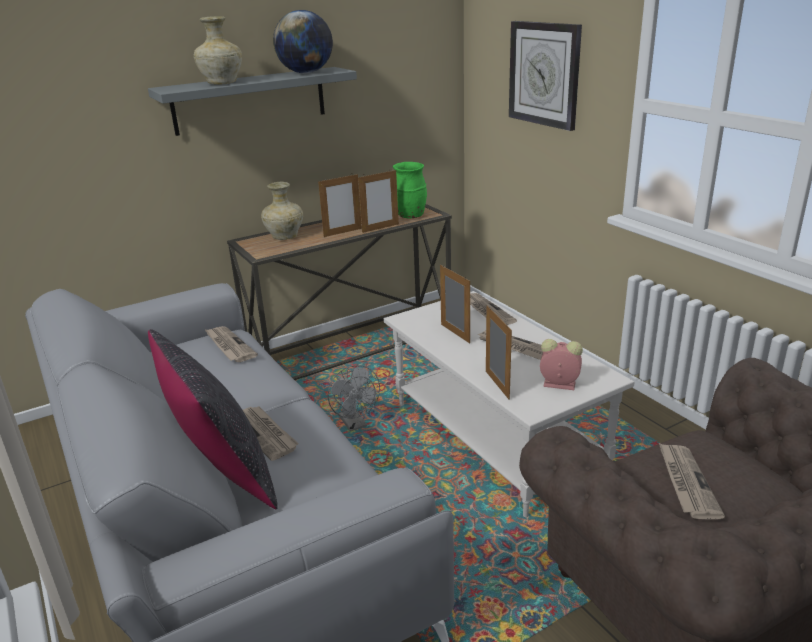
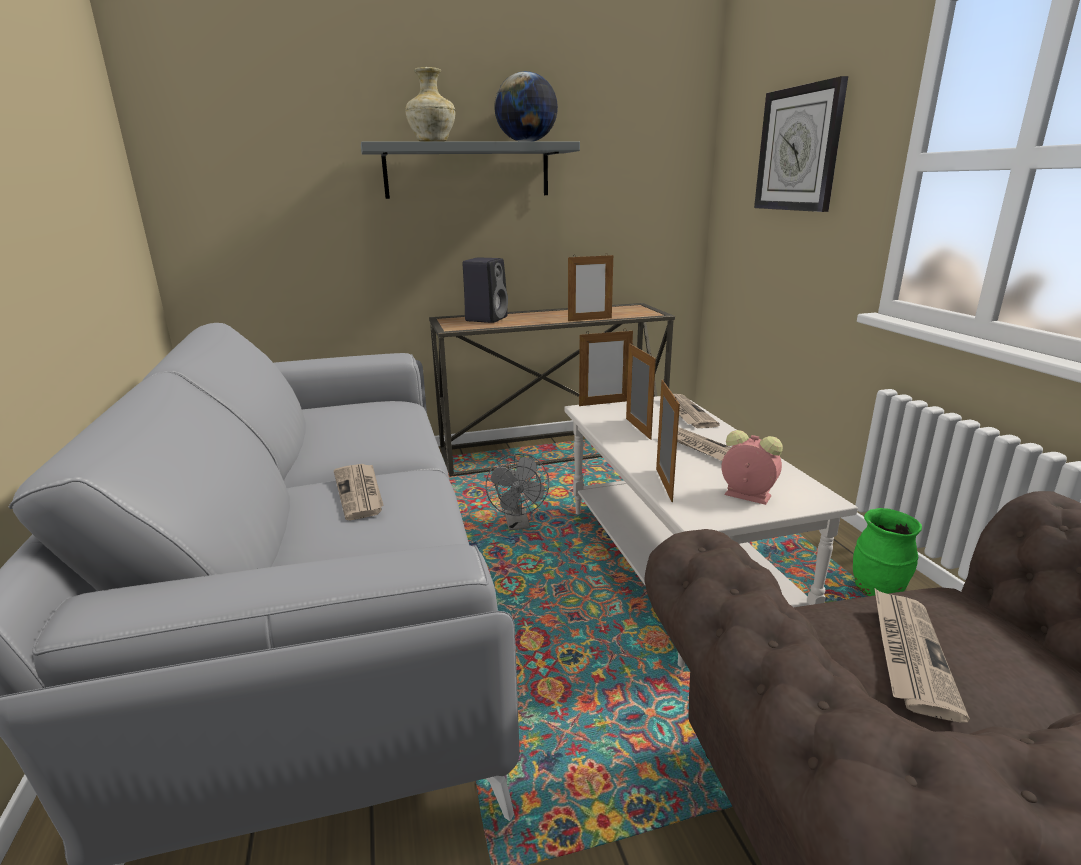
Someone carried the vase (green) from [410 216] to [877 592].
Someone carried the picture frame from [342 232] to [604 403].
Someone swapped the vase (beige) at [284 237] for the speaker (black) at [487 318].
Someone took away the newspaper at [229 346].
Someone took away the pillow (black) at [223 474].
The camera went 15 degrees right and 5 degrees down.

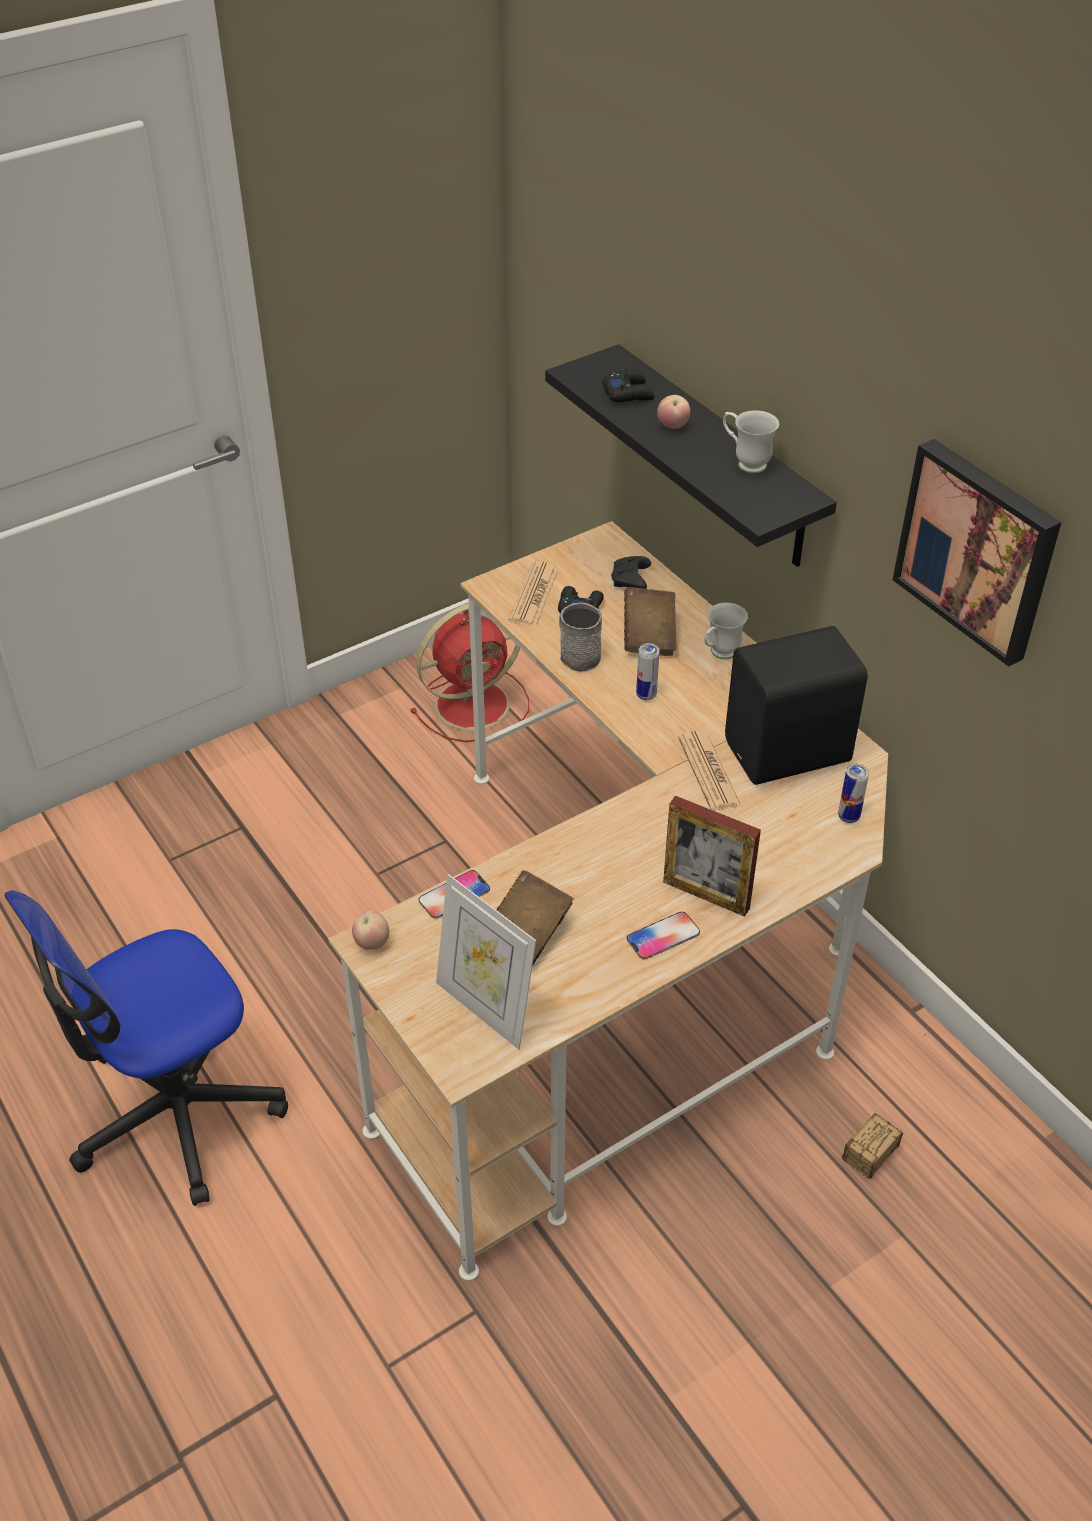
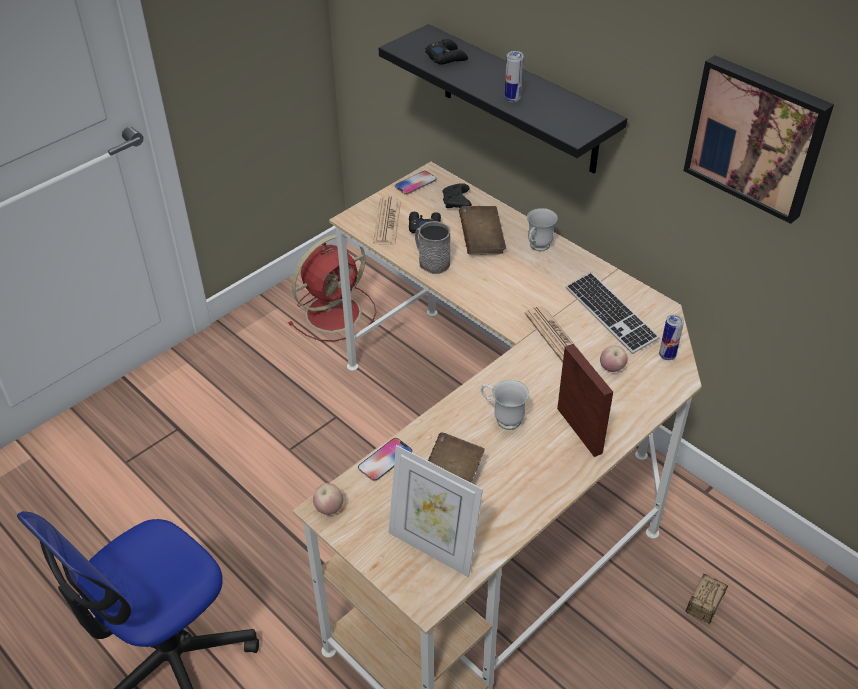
Someone carried the apple from [672 426] to [612 368].
Someone carried the mug (white) from [745 463] to [502 419].
Someone swapped the speaker (black) at [790 753] for the keyboard at [610 314].
Someone carried the can from [646 695] to [512 99].
Someone rotated the picture frame at [706 895] by 135 degrees counterclockwise.
Someone carried the phone from [663 936] to [415 183].
The camera went 10 degrees left and 0 degrees up.

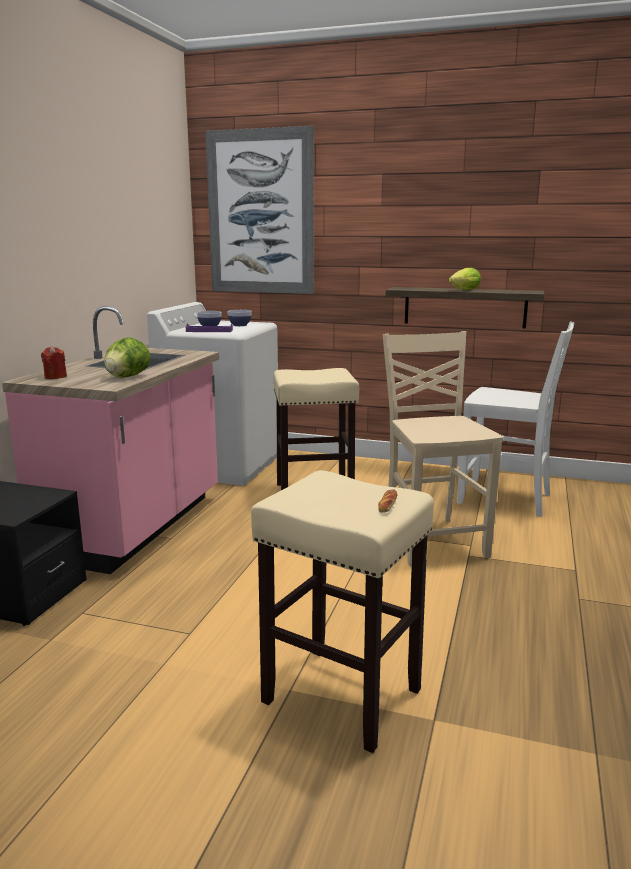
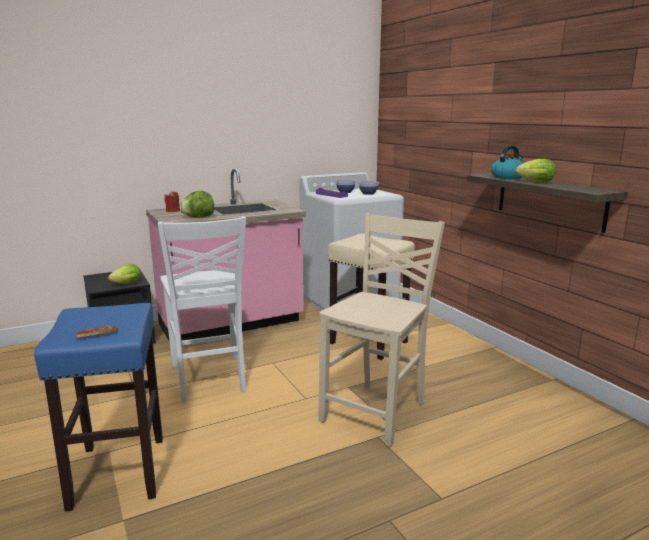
Someone took away the picture at [260 213].
Someone carried the chair (white) from [506 499] to [209 379].
Someone repainted the stool (beige) at [339 695], which became the stool (blue) at [118 470].
Someone put down the kettle at [507 177].
Someone put down the lettuce at [125 284].
The camera went 45 degrees right and 0 degrees up.

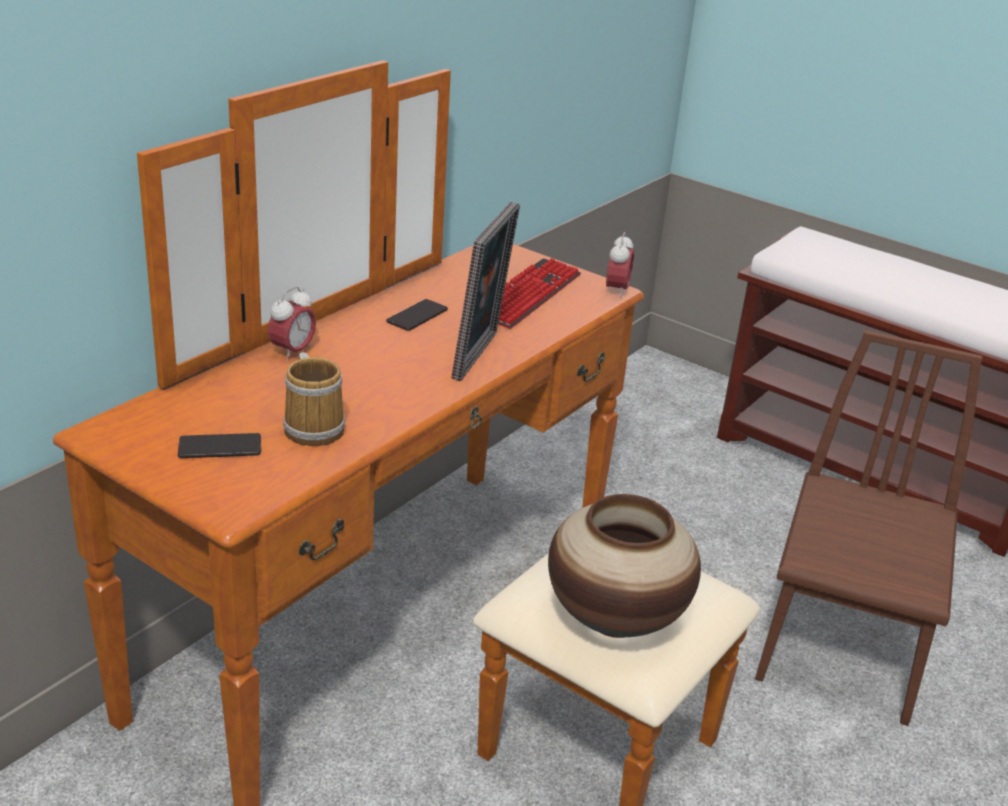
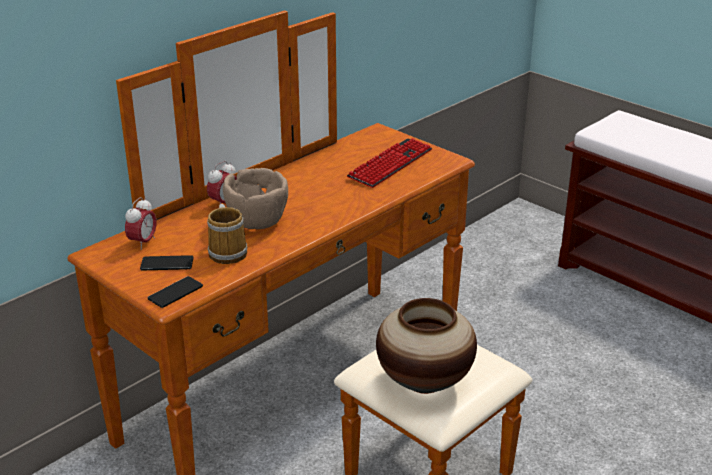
Someone took away the picture frame at [481 357].
Someone carried the alarm clock from [616 290] to [143 242].
Someone carried the phone from [417 316] to [175 293].
Someone took away the chair (brown) at [841 645].
Someone put down the bowl (brown) at [257 222].
The camera went 10 degrees right and 0 degrees up.

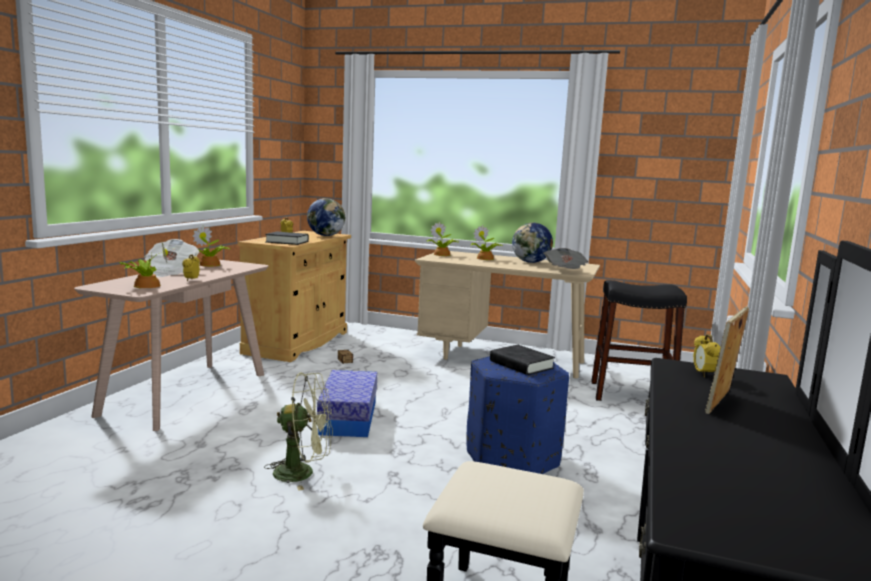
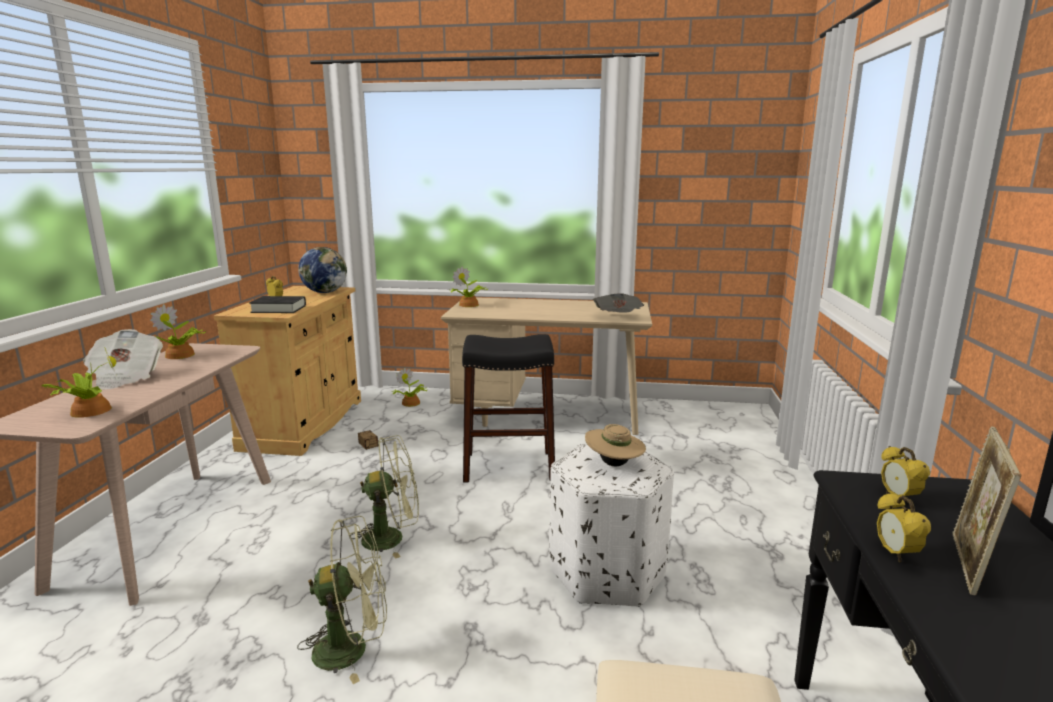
Someone took away the globe at [531 262].
Someone carried the potted plant from [485 258] to [410 403].
Someone carried the alarm clock from [191 280] to [896 554].
Someone carried the stool (black) from [631 394] to [508 466].
Someone swapped the book (black) at [521 365] for the hat (beige) at [614 464].
Someone repainted the ottoman (blue) at [513 459], which became the ottoman (white) at [608 573].
Someone swapped the storage box at [348 418] for the fan (green) at [392 537].
The camera went 10 degrees left and 5 degrees up.

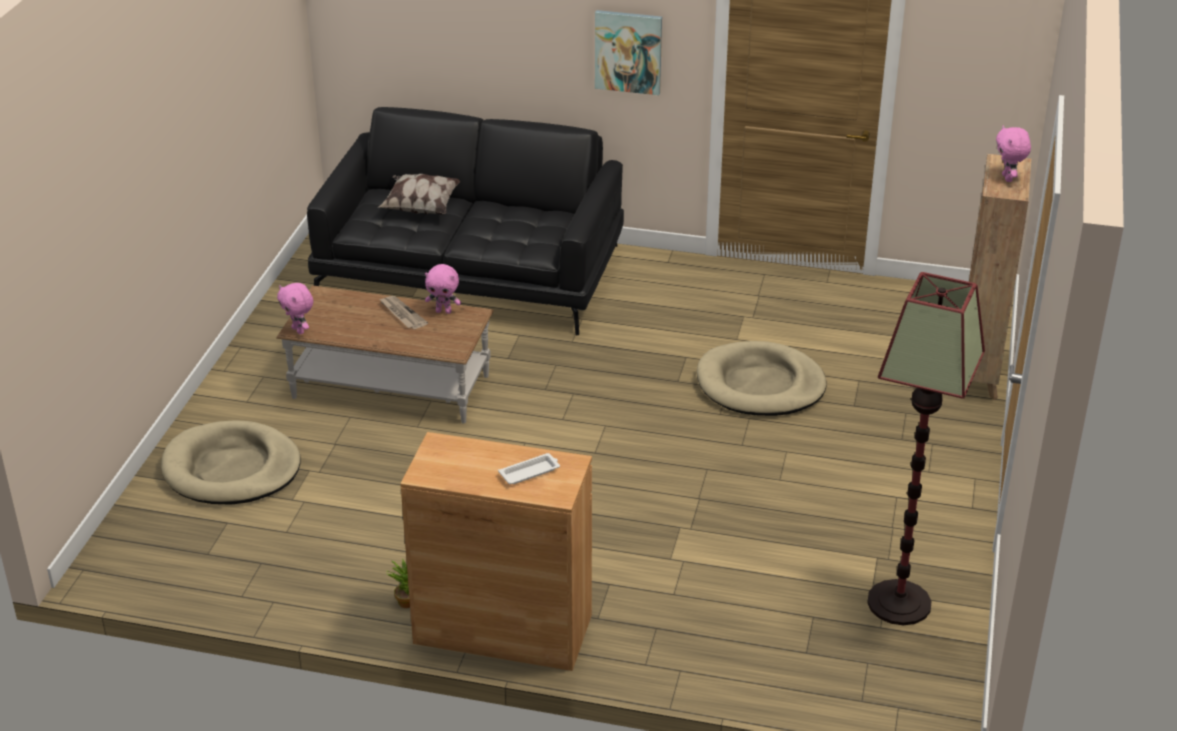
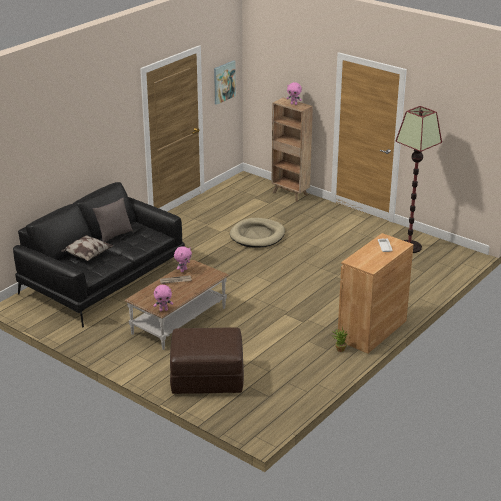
Someone carried the picture from [628 51] to [224 82].
Someone swapped the dog bed (beige) at [231 469] for the ottoman (brown) at [207 378].
Someone put down the pillow (grey) at [114 235].
The camera went 65 degrees left and 5 degrees down.

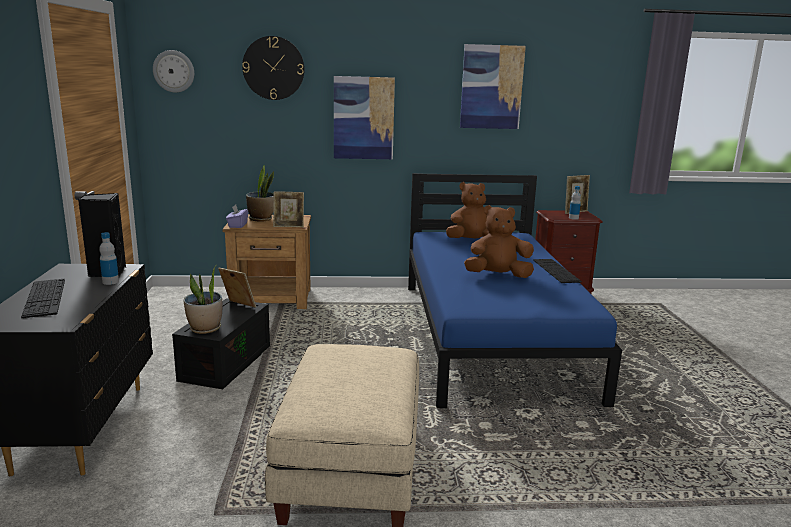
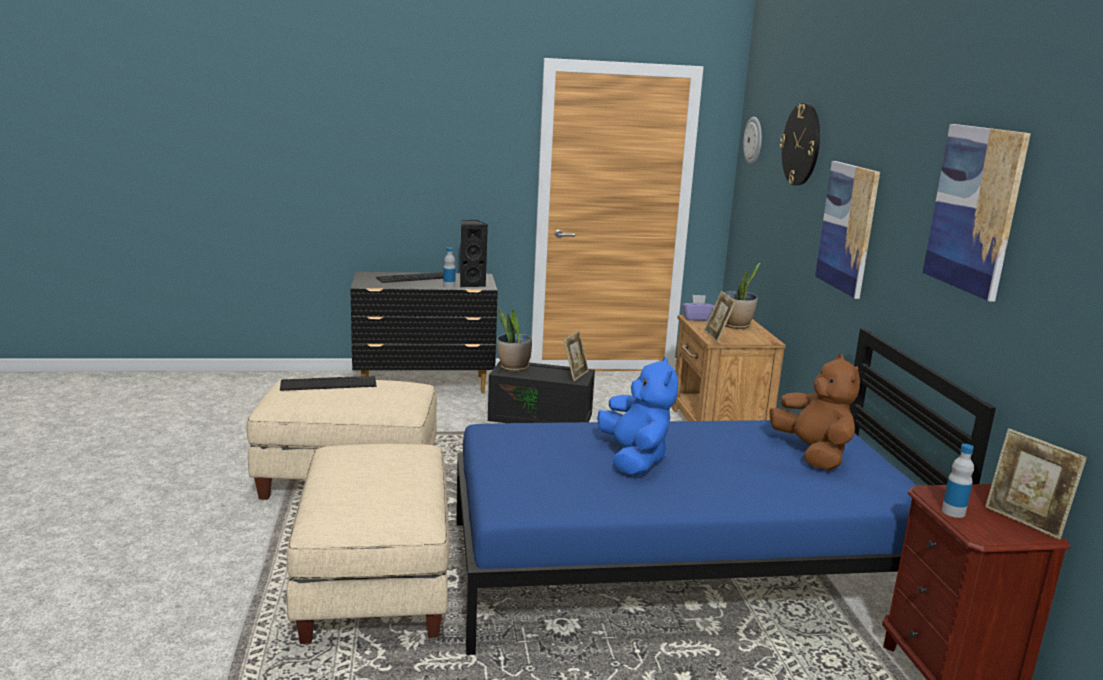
Someone repainted the plush toy (brown) at [497 276], which became the plush toy (blue) at [634 459].
Someone carried the keyboard from [556 271] to [328 384].
Someone put down the ottoman (beige) at [377 583].
The camera went 85 degrees right and 0 degrees up.

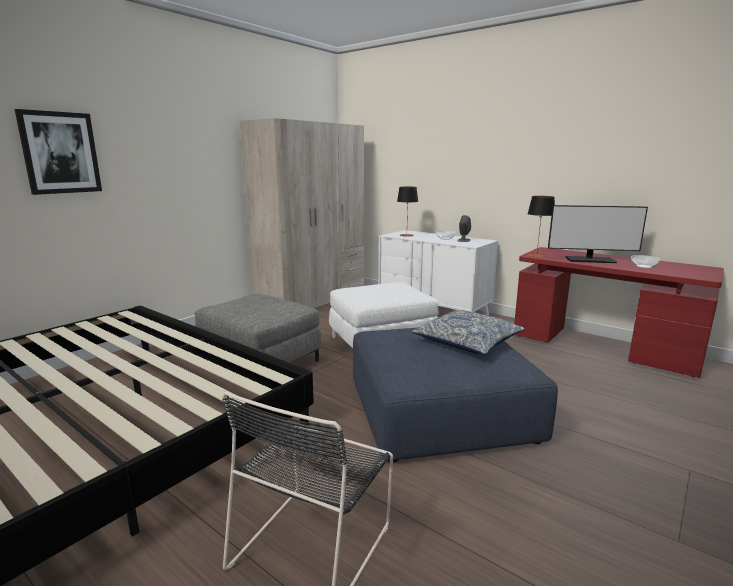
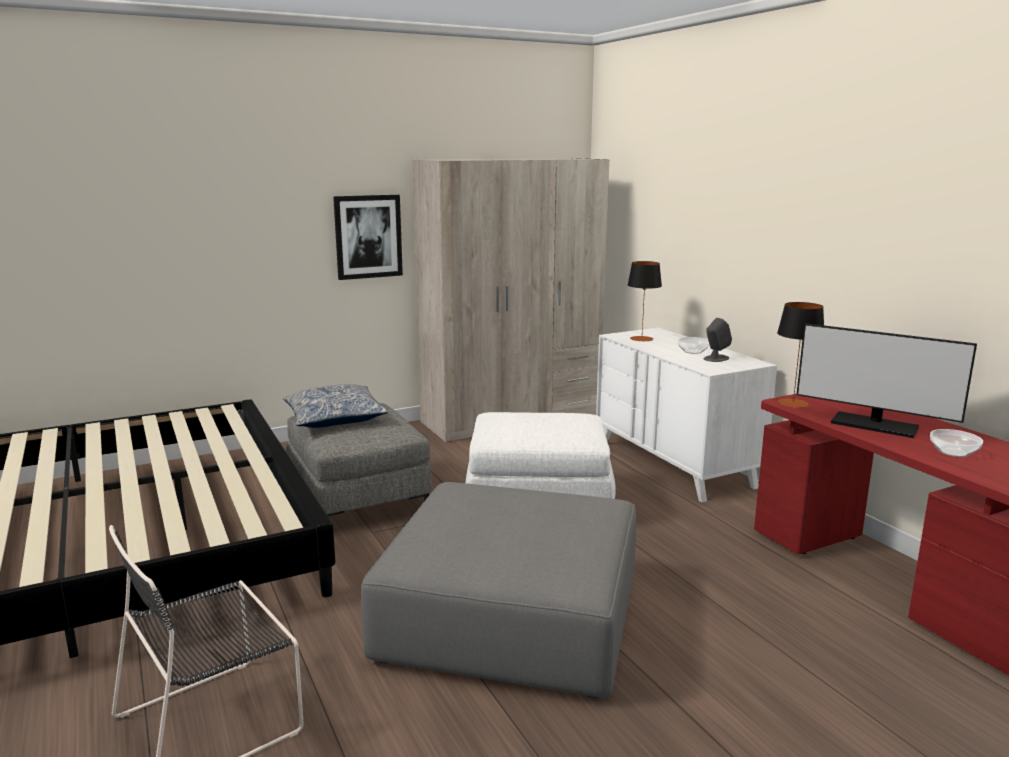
Someone carried the picture from [60 153] to [368 236].
Someone carried the pillow from [467 342] to [335 418].
Someone repainted the ottoman (blue) at [440 410], which became the ottoman (grey) at [512 615].
The camera went 25 degrees right and 0 degrees up.

